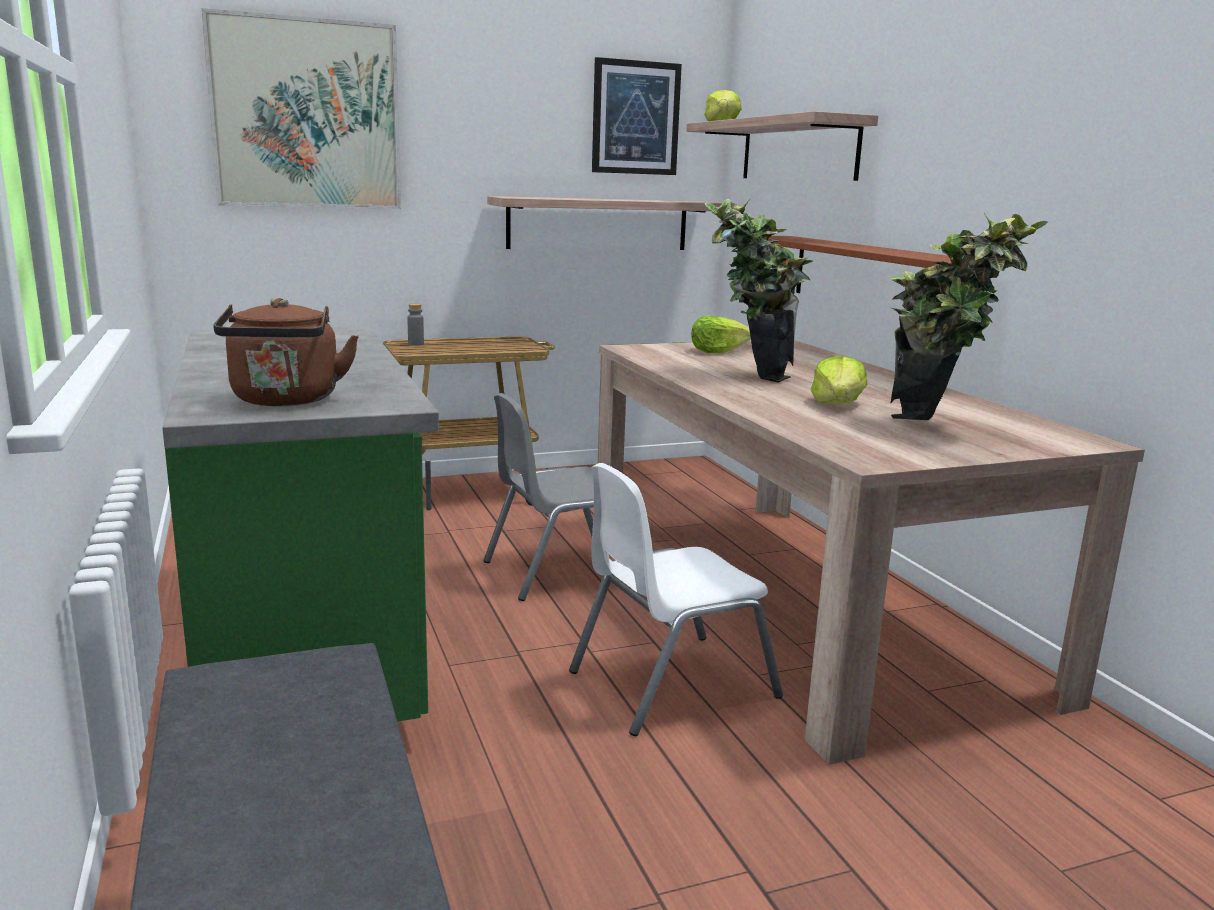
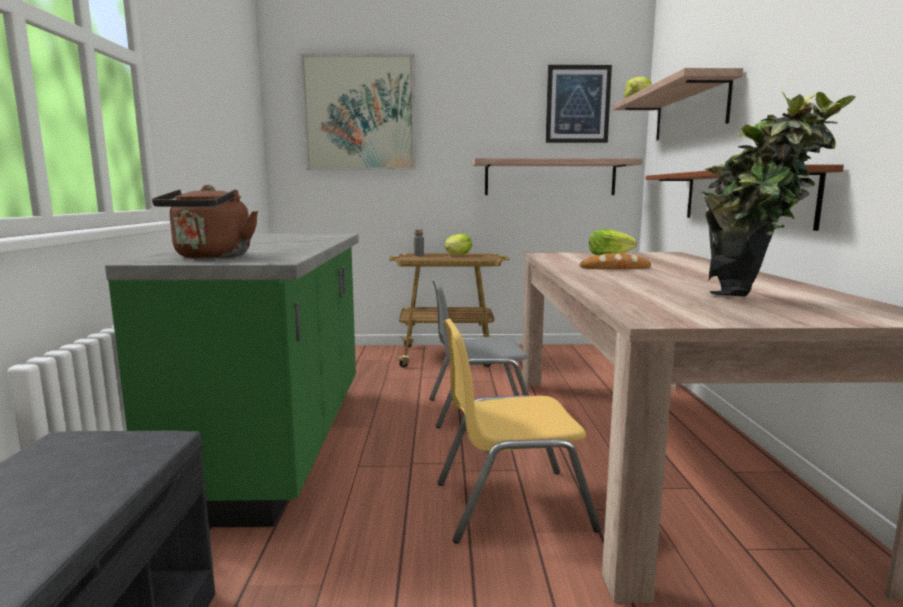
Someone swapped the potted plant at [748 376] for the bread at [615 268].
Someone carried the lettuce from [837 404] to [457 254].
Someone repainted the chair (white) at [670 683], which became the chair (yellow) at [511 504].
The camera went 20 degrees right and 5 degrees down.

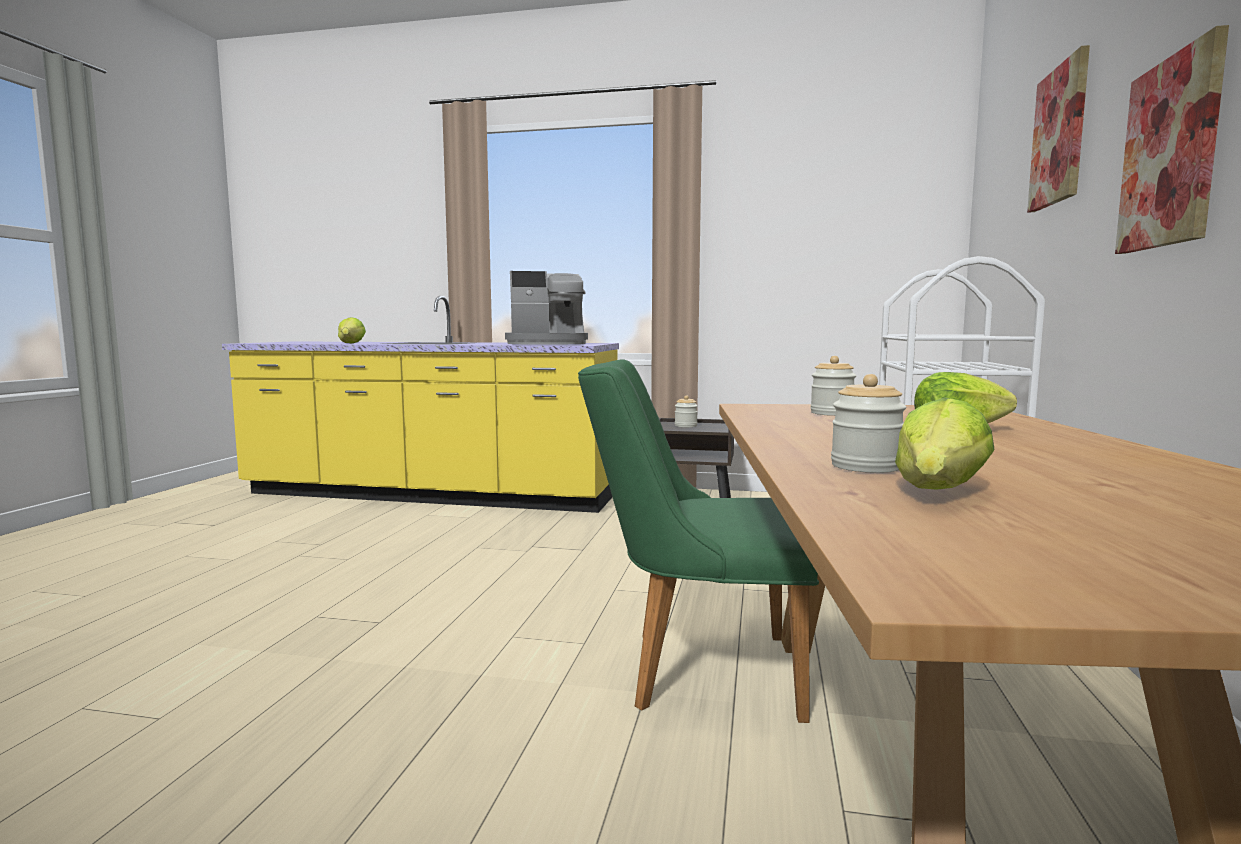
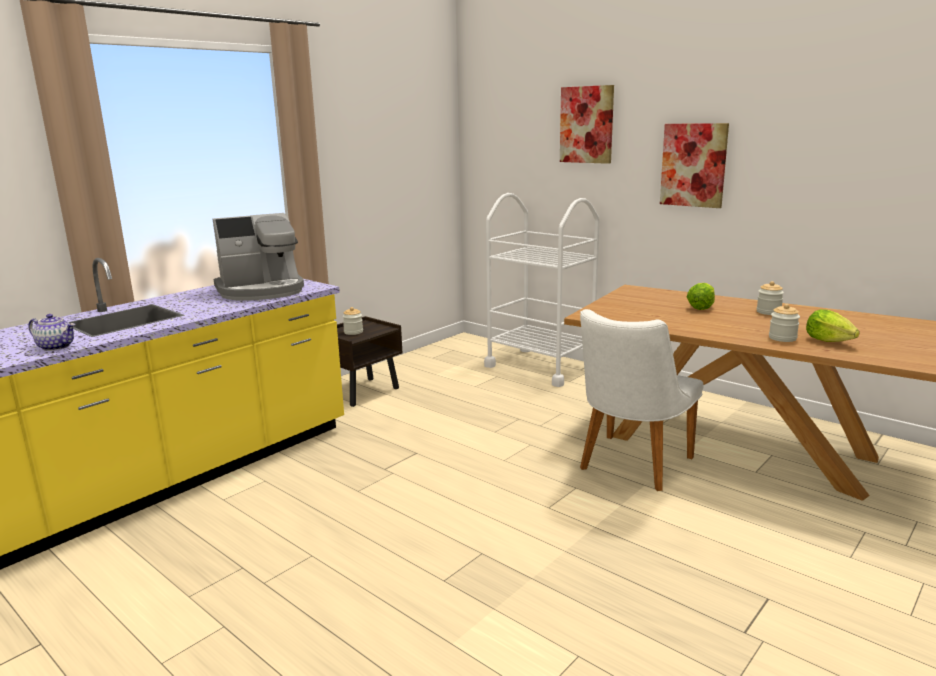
Someone rotated the coffee machine at [547 344] by 45 degrees clockwise.
Someone swapped the lettuce at [351 343] for the teapot at [57 347].
Someone carried the jar from [832 413] to [768 312].
Someone repainted the chair (green) at [695 670], which became the chair (white) at [630 466].
The camera went 60 degrees left and 10 degrees up.

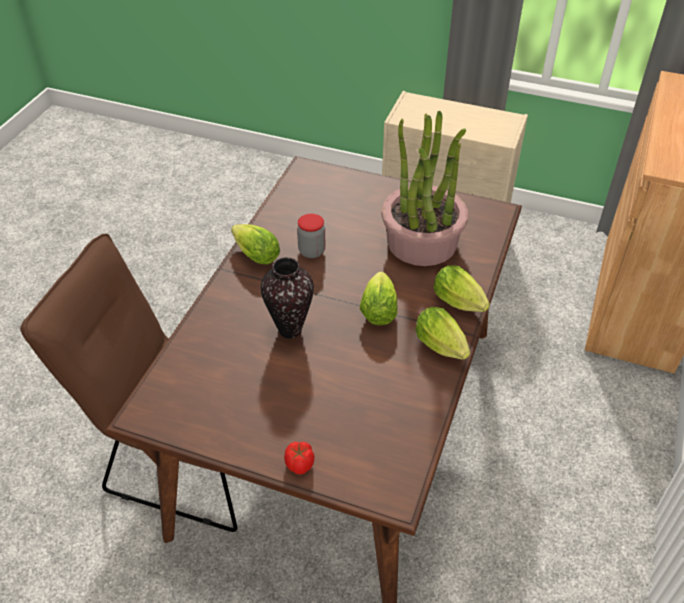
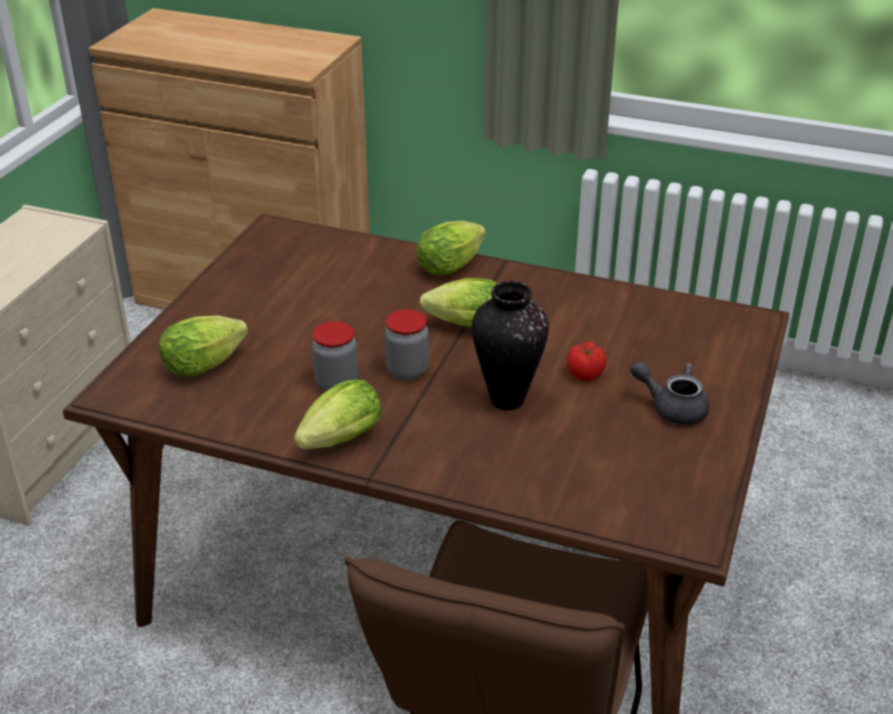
Someone took away the potted plant at [421 243].
Someone carried the lettuce from [443 348] to [208 364].
Someone carried the tomato from [299 465] to [585 374].
Someone put down the jar at [407 371].
Someone put down the teapot (grey) at [672 407].
The camera went 90 degrees left and 10 degrees down.

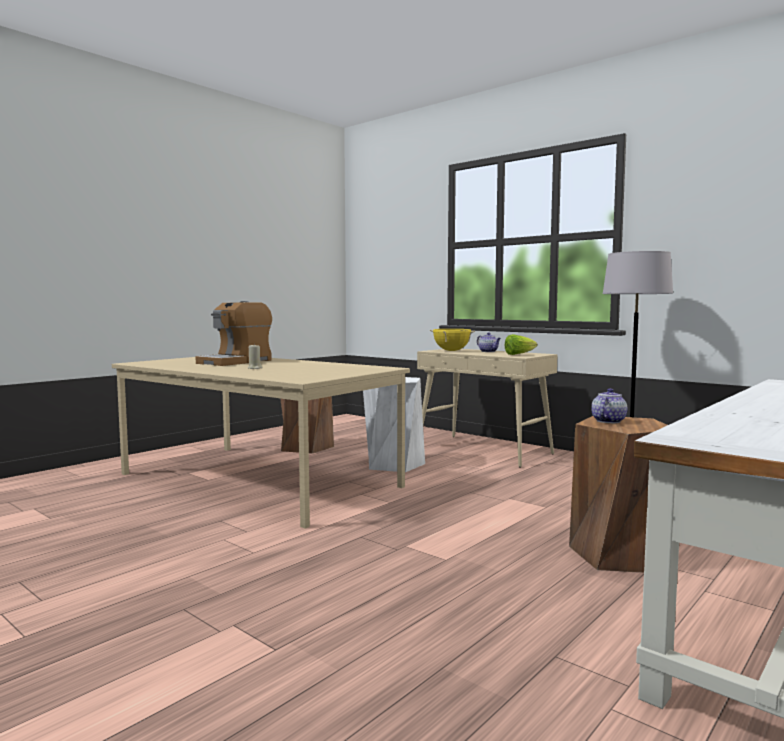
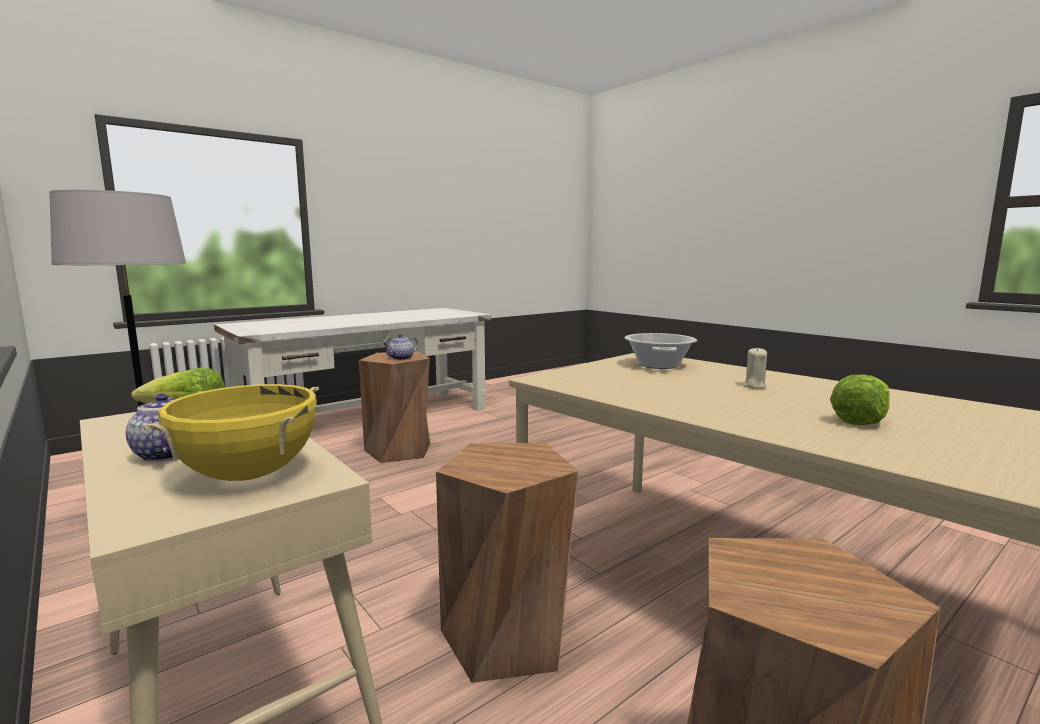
Someone swapped the coffee machine at [236 362] for the lettuce at [860 420].
Someone repainted the stool (white) at [393 464], which became the stool (brown) at [506 636].
Someone put down the cooking pot at [659 365].
The camera went 170 degrees left and 5 degrees up.

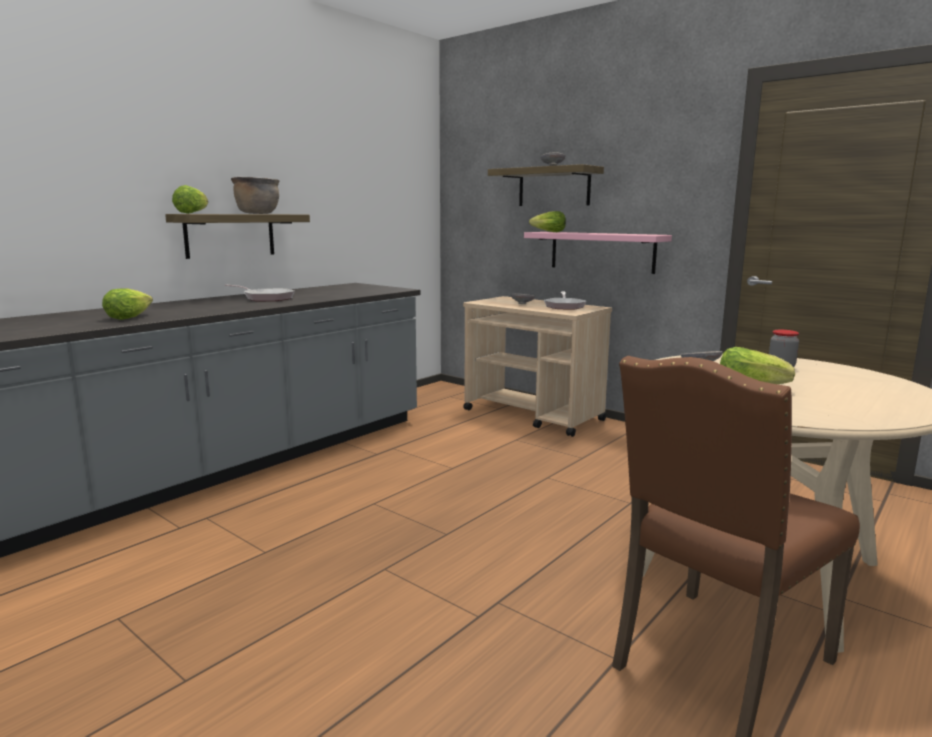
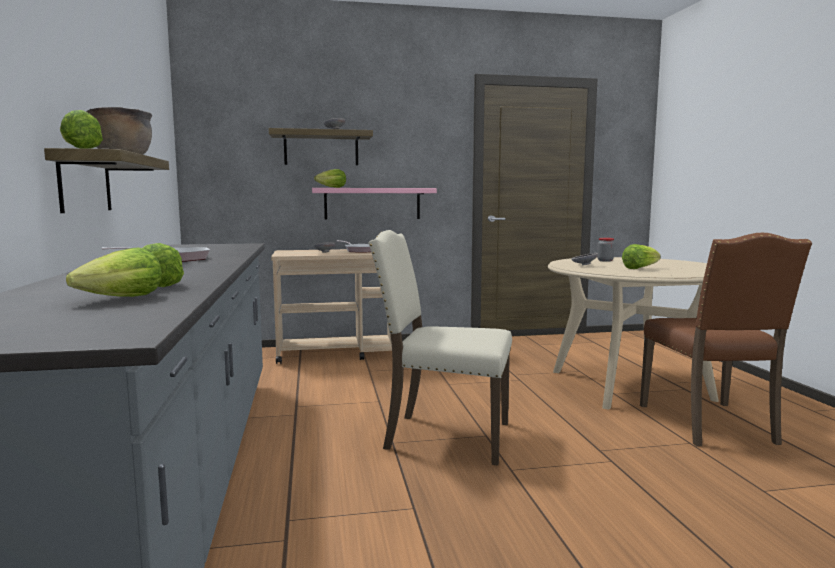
Someone put down the chair (beige) at [444 436].
Someone put down the lettuce at [123 298].
The camera went 50 degrees left and 5 degrees down.

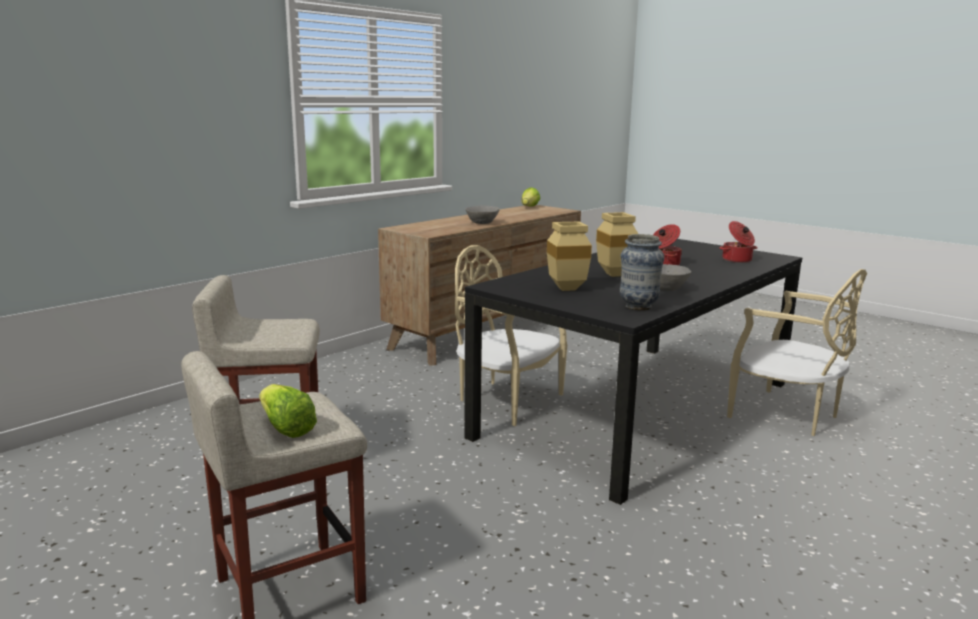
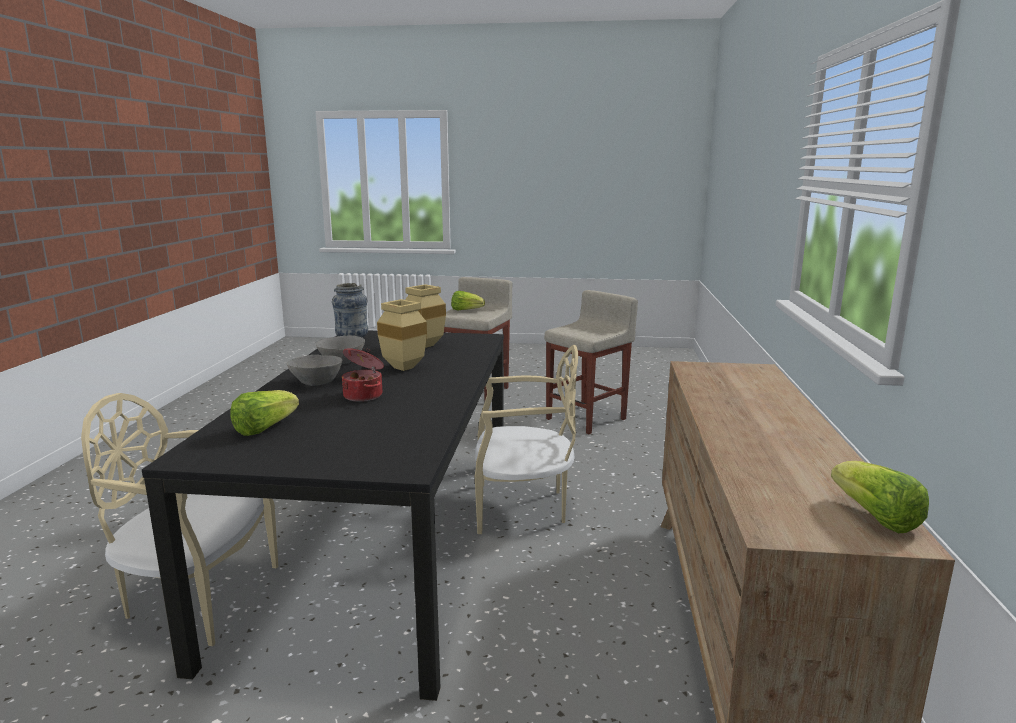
Someone carried the bowl (grey) from [481 223] to [317 382].
Someone swapped the cooking pot at [737 260] for the lettuce at [264 428].
The camera went 145 degrees right and 0 degrees up.

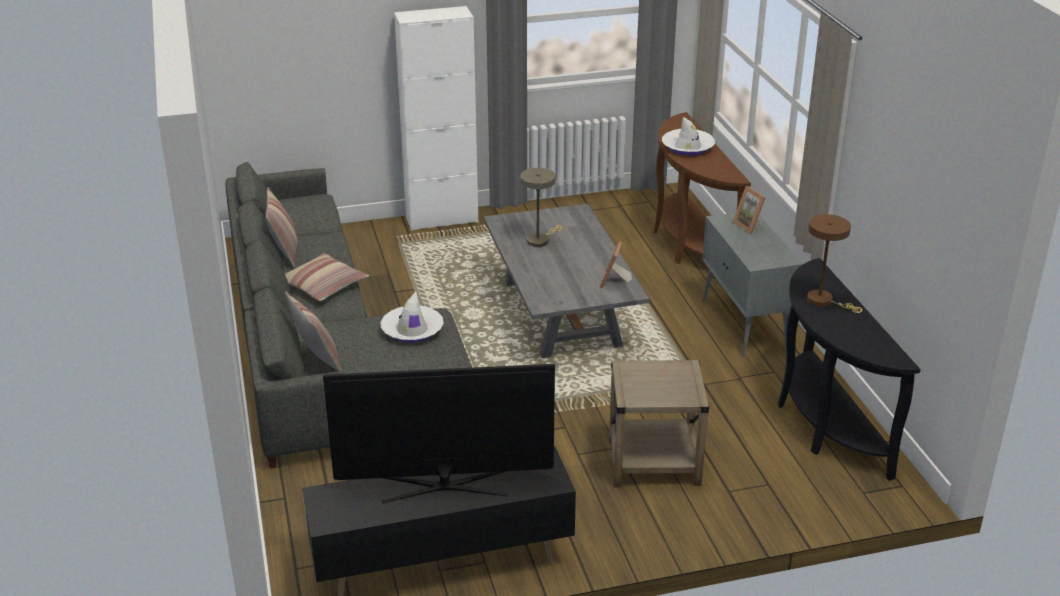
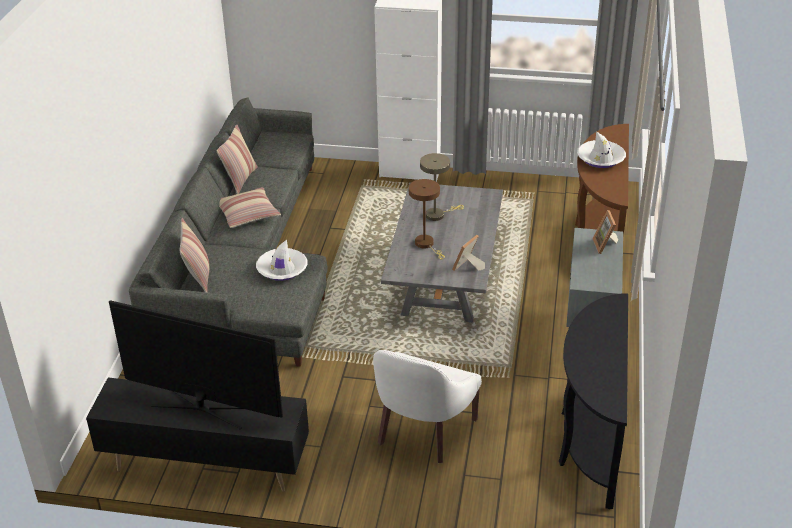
Someone carried the table lamp (brown) from [824 301] to [426 244].
Someone swapped the side table (beige) at [653 462] for the armchair (white) at [422 430].
The camera went 25 degrees right and 5 degrees up.

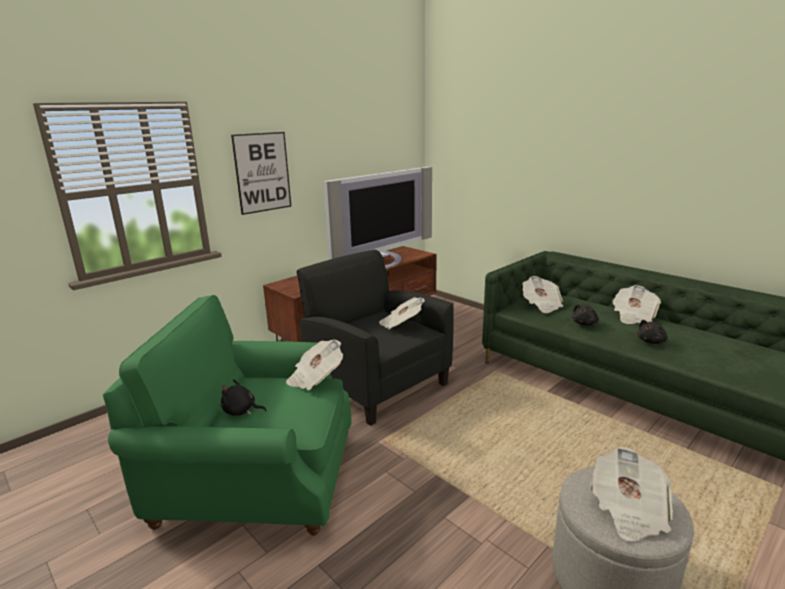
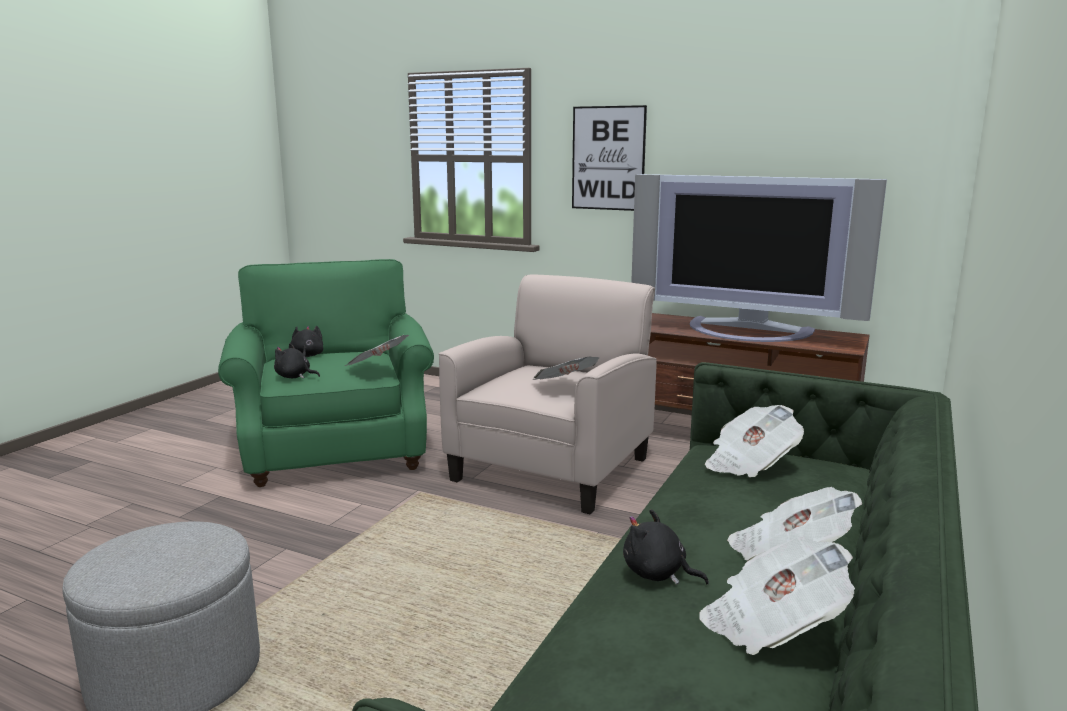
Someone repainted the armchair (black) at [377 383], which became the armchair (beige) at [552 468].
Someone carried the plush toy (black) from [585 323] to [294 377].
Someone carried the newspaper from [628 511] to [771 625].
The camera went 70 degrees right and 5 degrees down.

